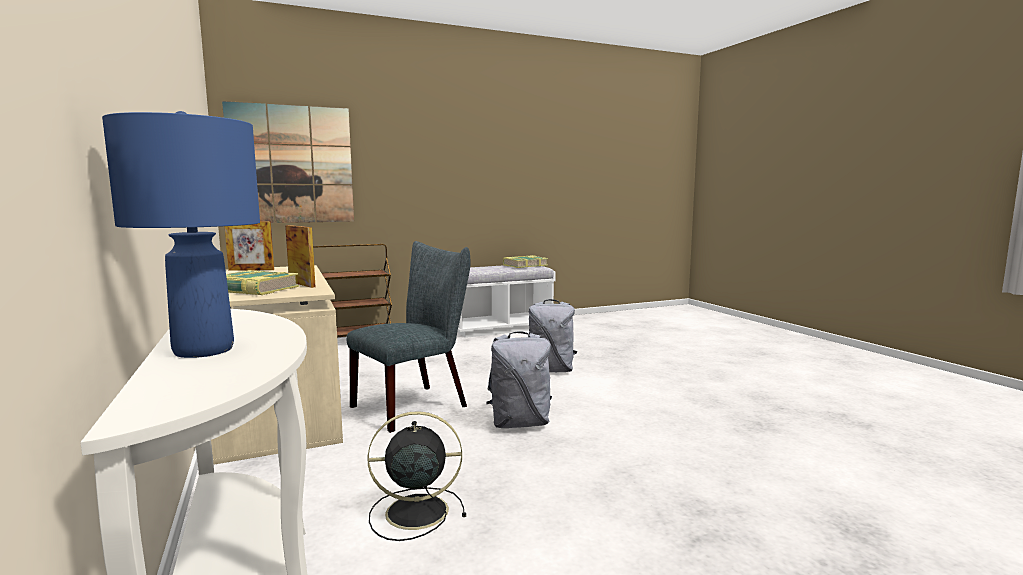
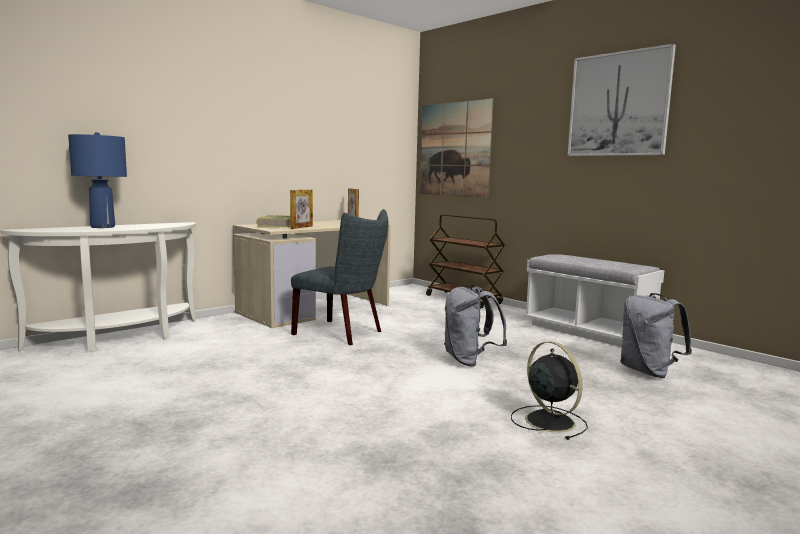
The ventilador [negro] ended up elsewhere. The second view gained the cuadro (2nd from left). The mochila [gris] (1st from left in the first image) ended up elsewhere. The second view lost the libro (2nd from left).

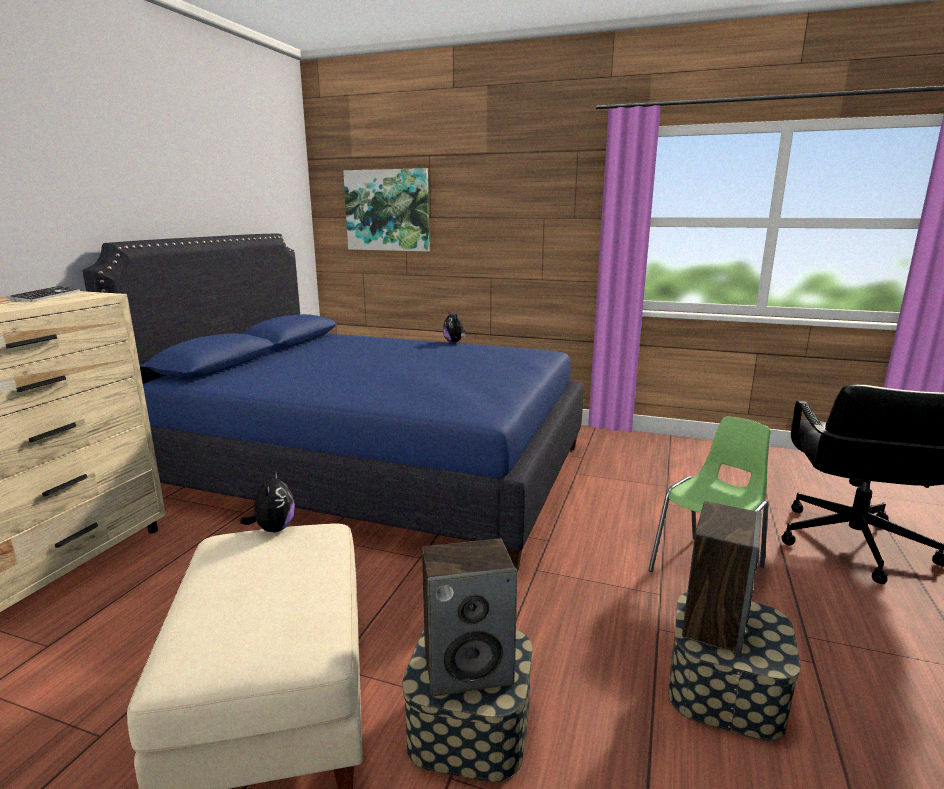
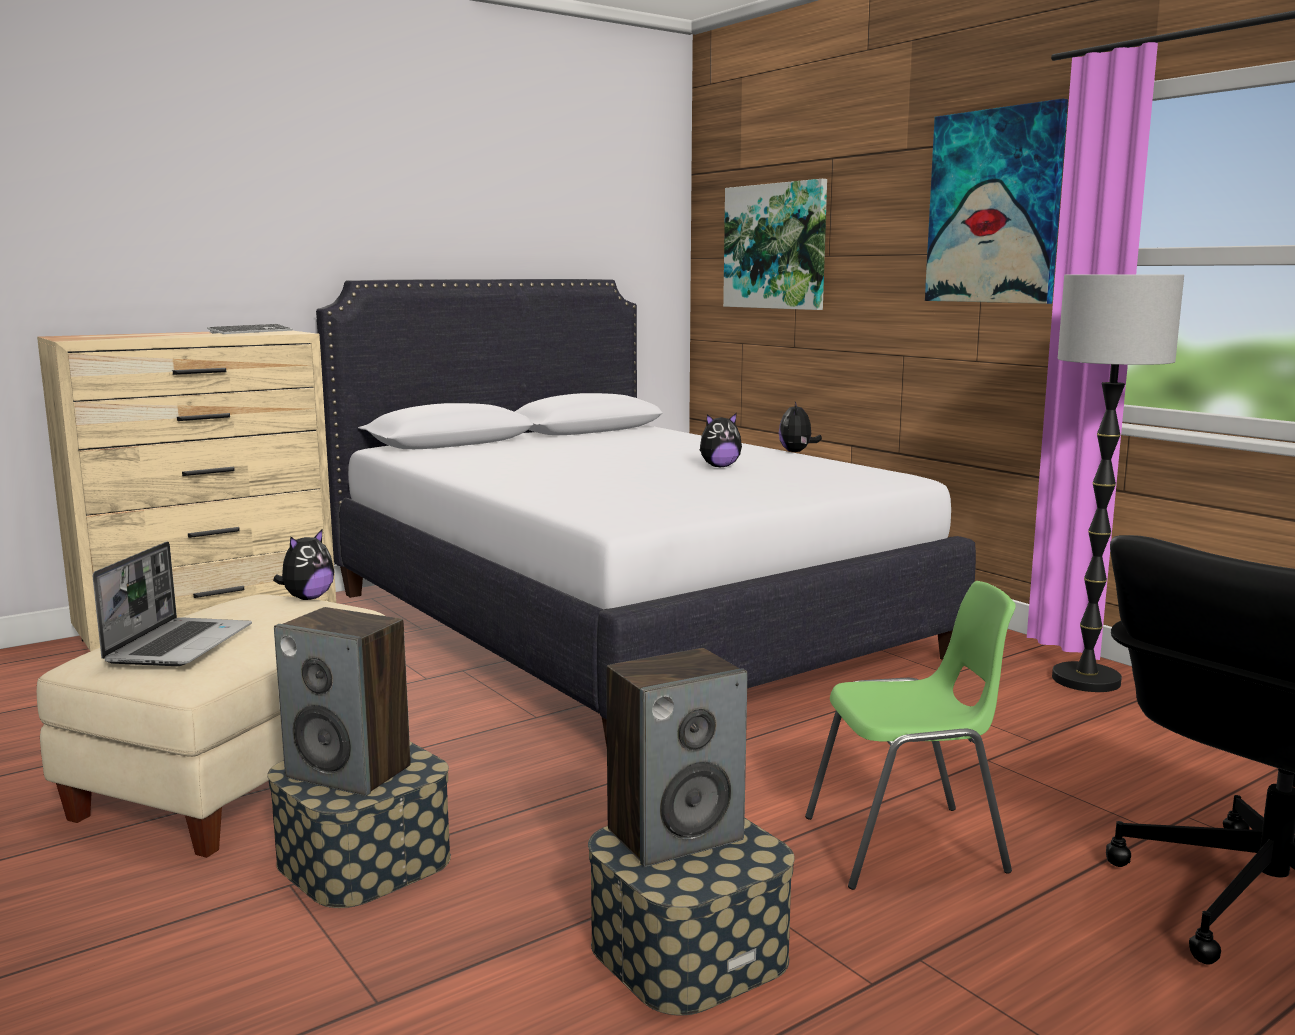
The second view gained the portátil. What was the cama [azul] turned into the cama [blanco]. The second view gained the peluche (2nd from left). The second view gained the cuadro (2nd from left). The second view gained the lámpara de pie.

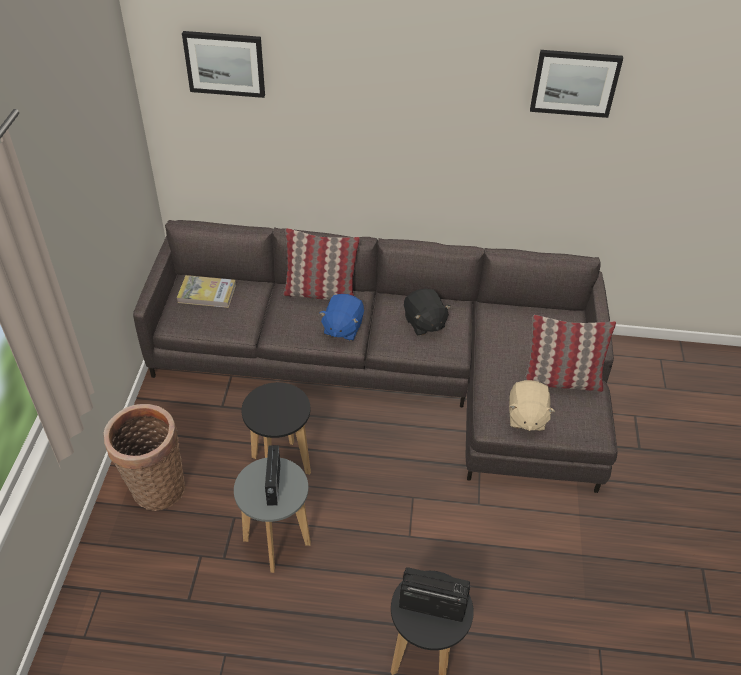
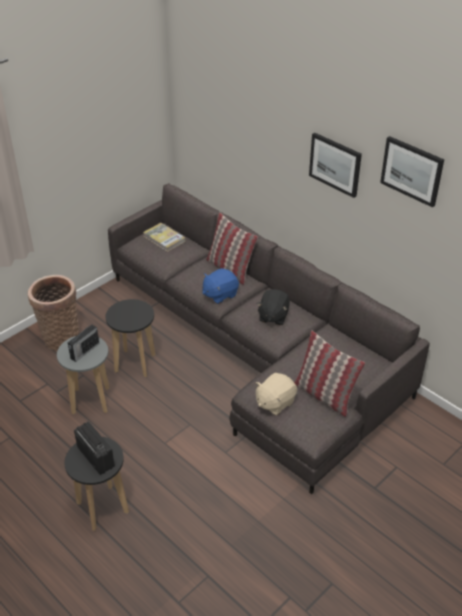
The cuadro (1st from left) ended up elsewhere.

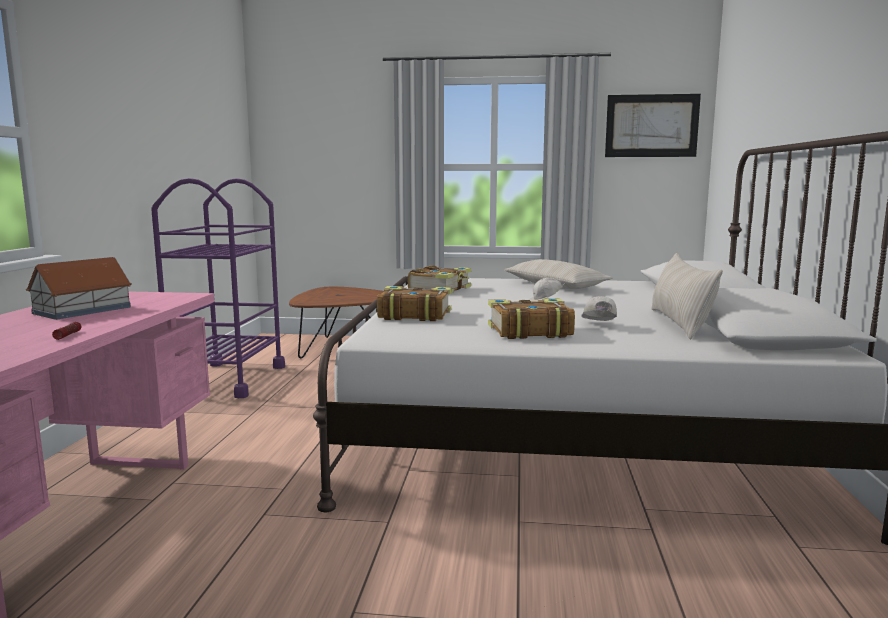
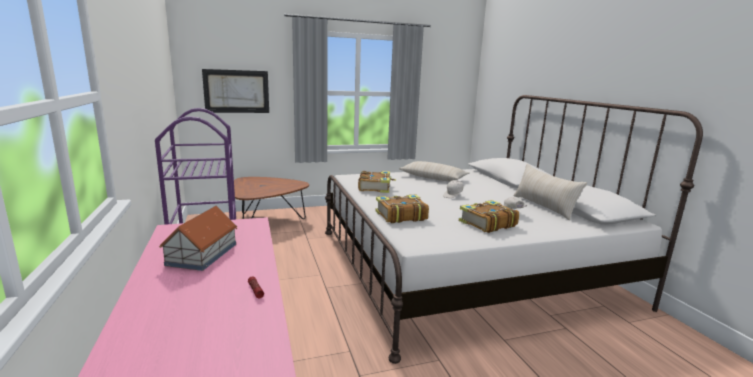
The cuadro ended up elsewhere.

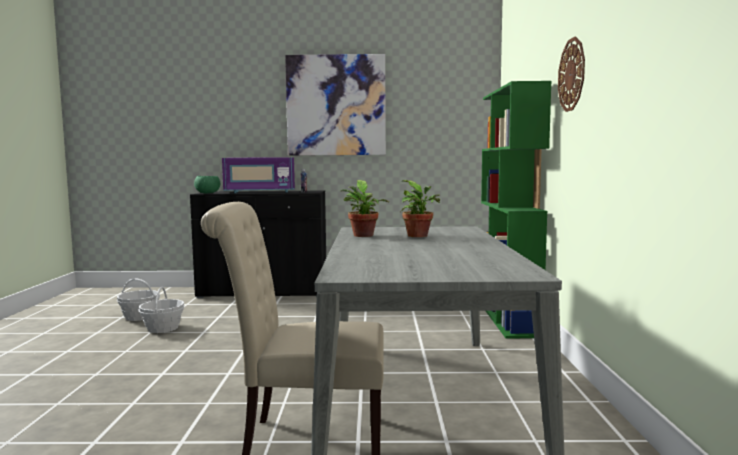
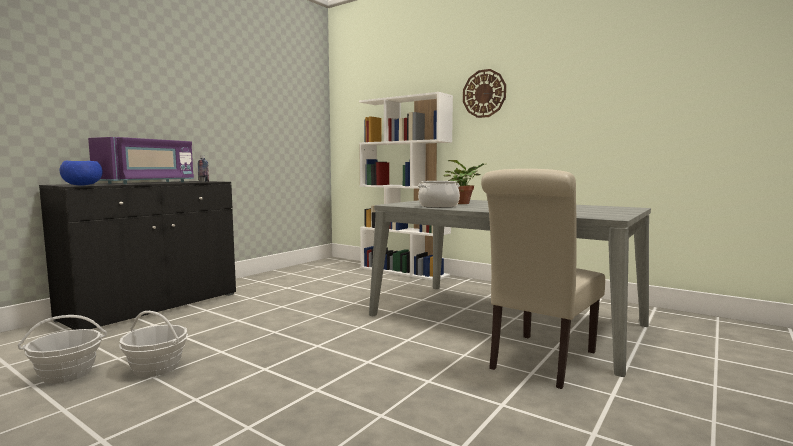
What was the cuenco [verde] turned into the cuenco [azul]. What was the estantería [verde] turned into the estantería [blanco]. Where the planta en maceta (1st from left) stood, the olla came to stand. The second view lost the cuadro.

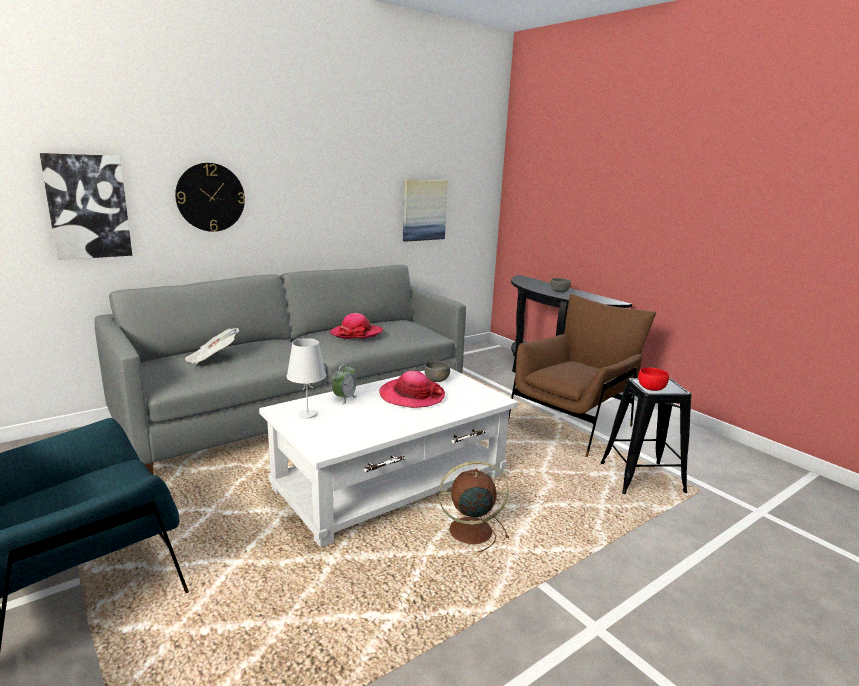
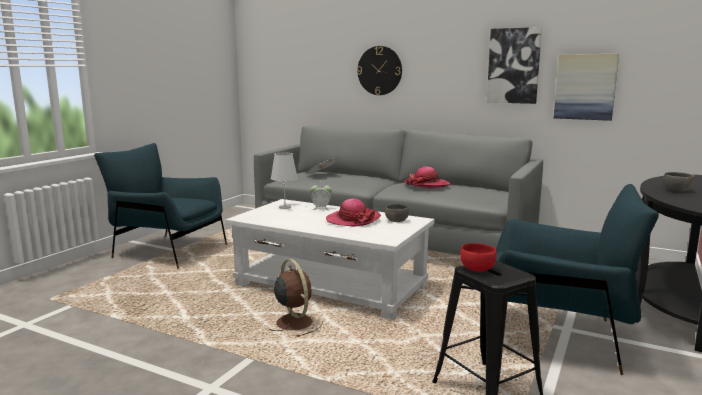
The cuadro (1st from left) ended up elsewhere. What was the sillón [marrón] turned into the sillón [azul] (2nd from left).

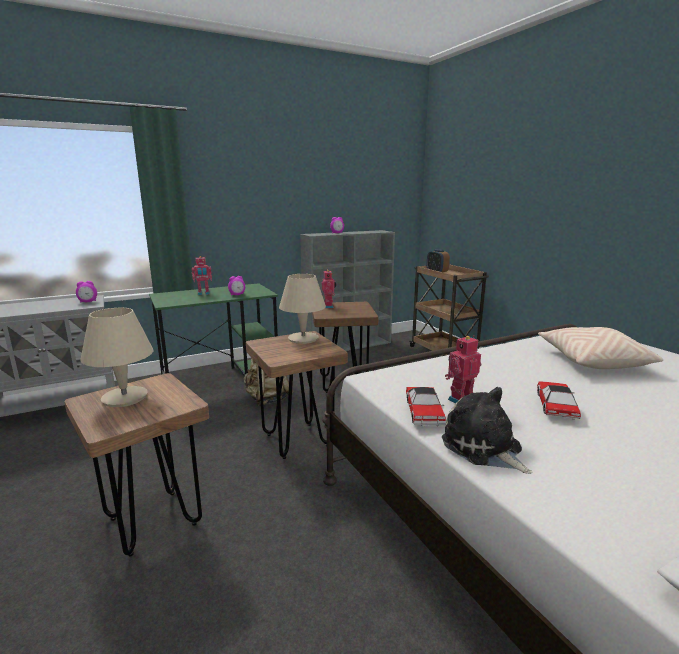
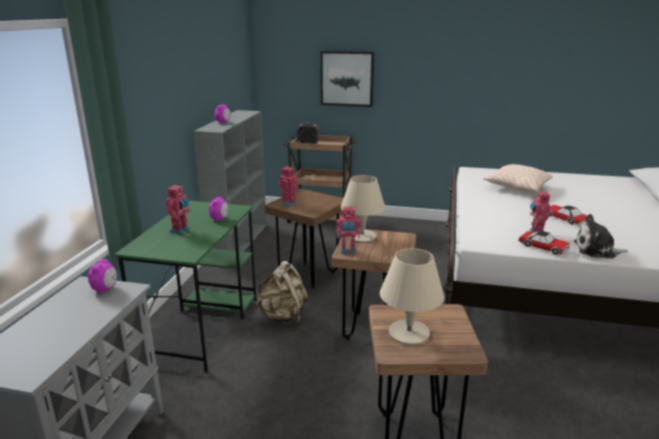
The second view gained the cuadro. The second view gained the robot de juguete (3rd from left).

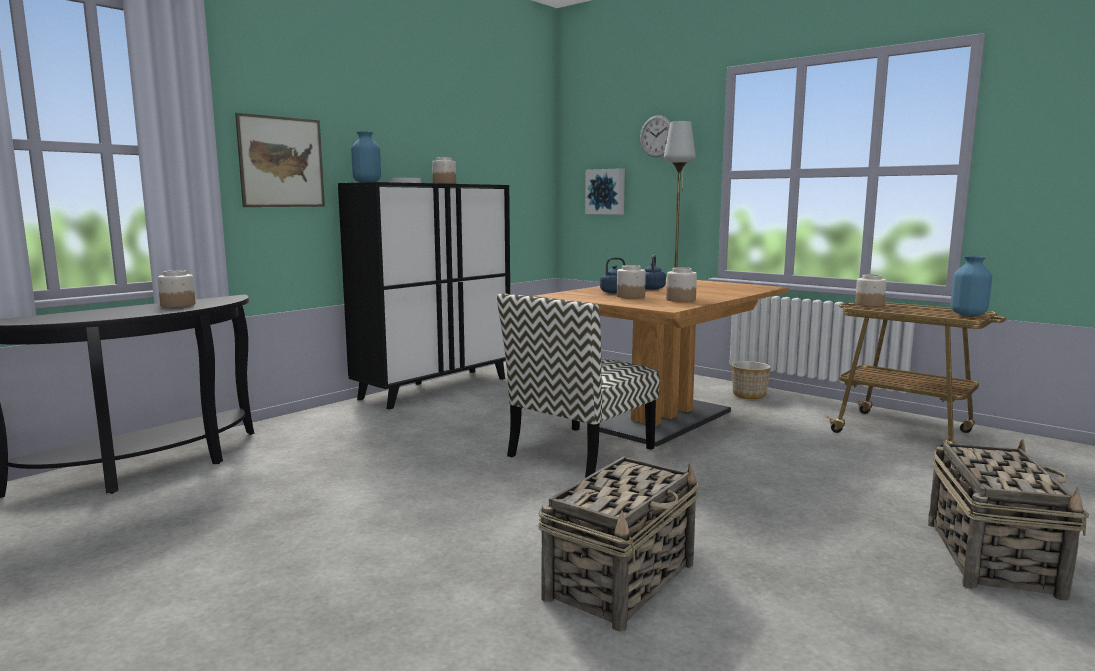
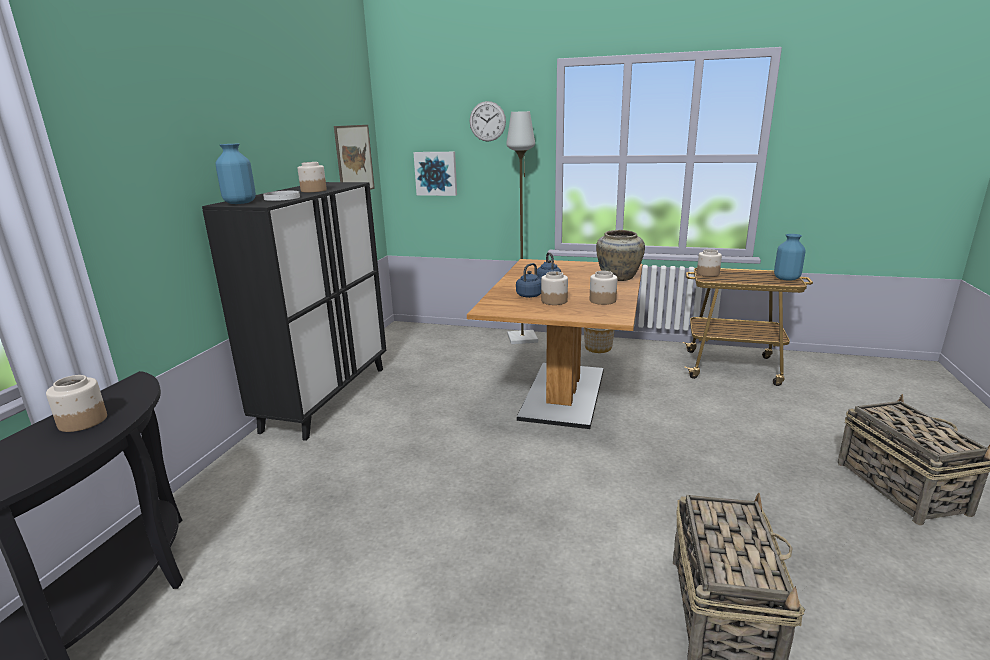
The cuadro (1st from left) ended up elsewhere. The second view gained the florero [beis]. The second view lost the silla.

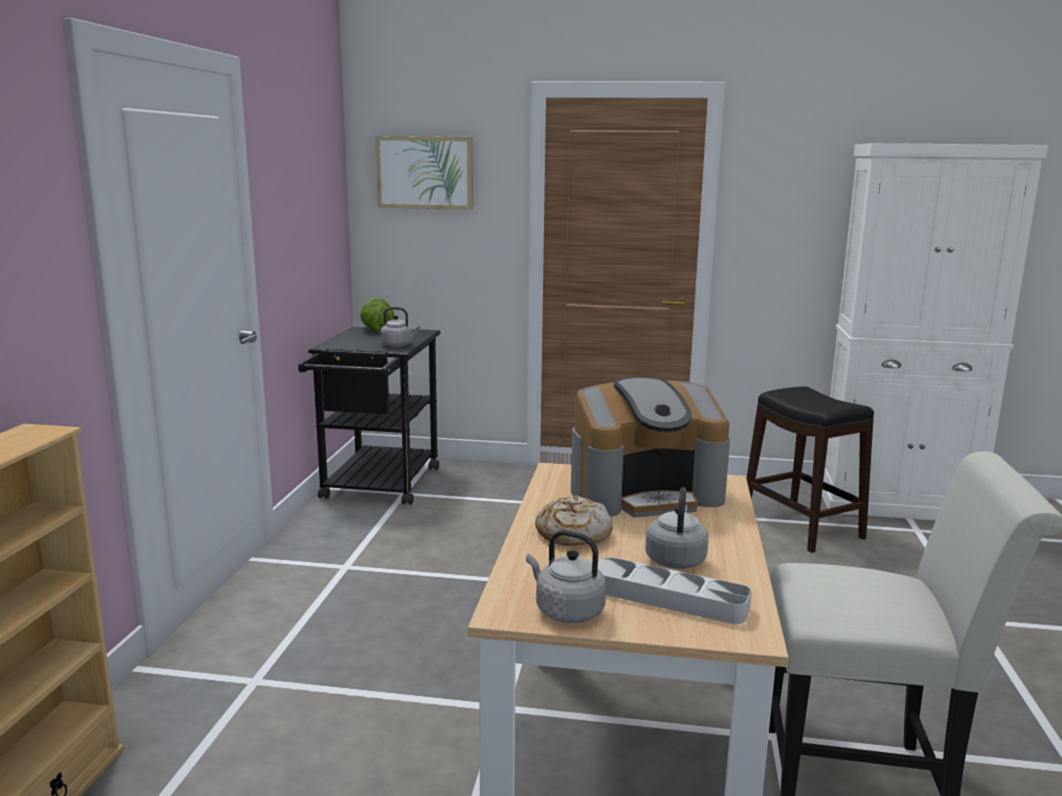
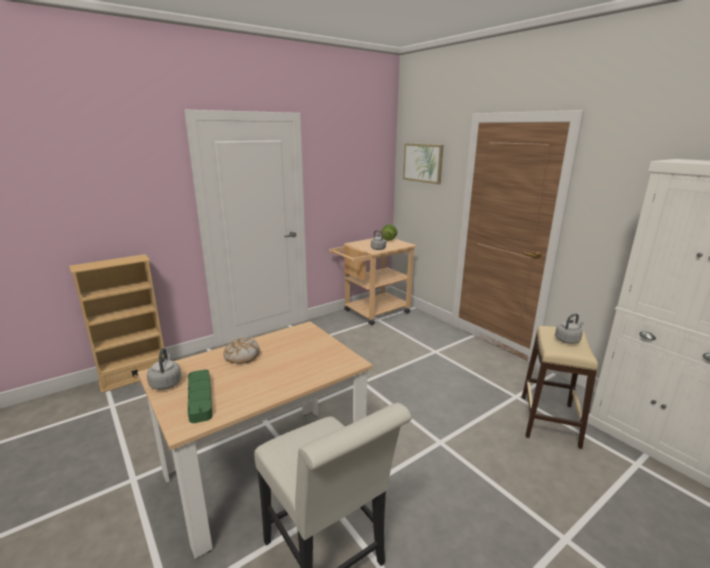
What was the bandeja [gris] turned into the bandeja [verde]. What was the carrito [negro] turned into the carrito [beis]. What was the taburete [negro] turned into the taburete [beis]. The hervidor [gris] (3rd from left) ended up elsewhere. The second view lost the cafetera.

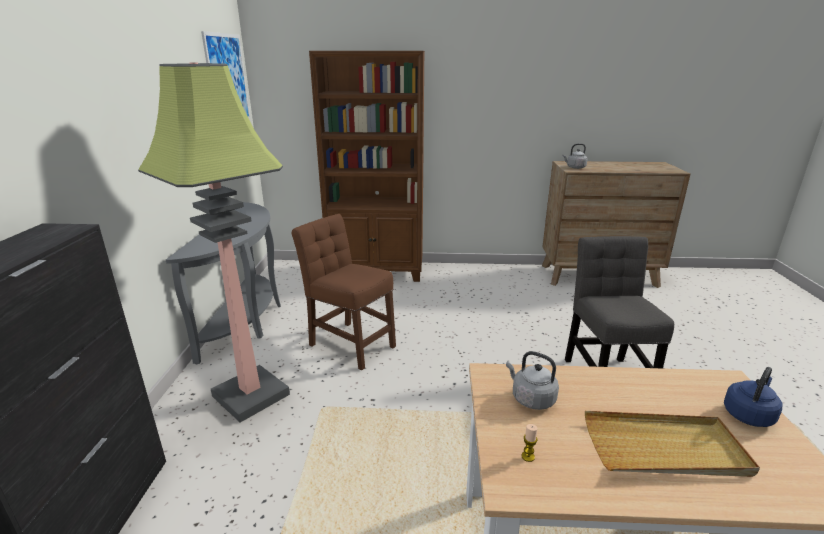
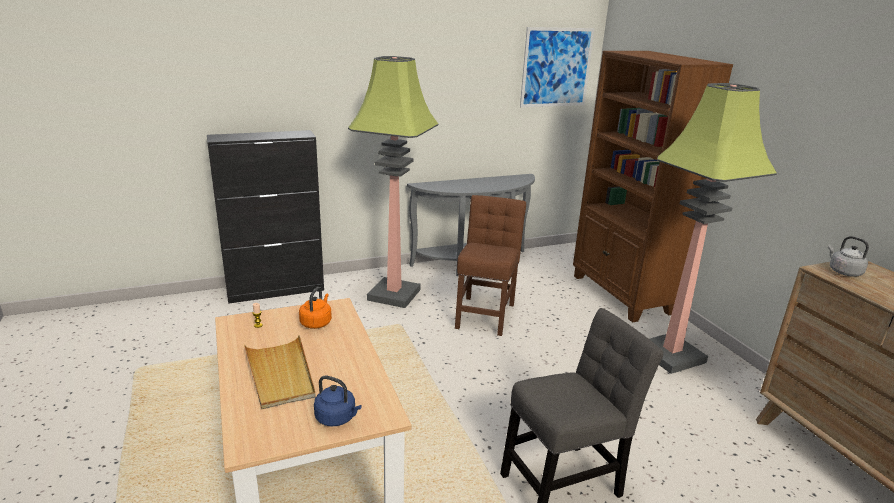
What was the hervidor [gris] (1st from left) turned into the hervidor [naranja]. The second view gained the lámpara de pie (2nd from left).

